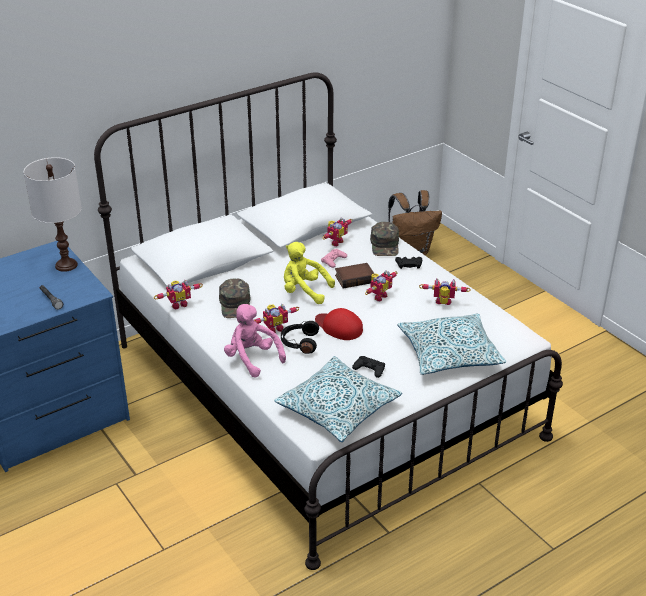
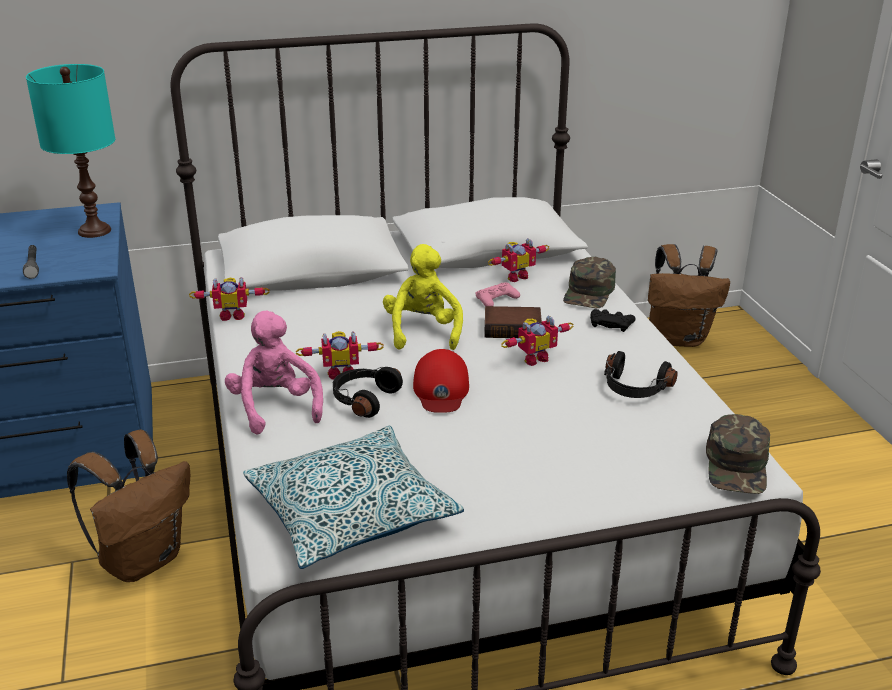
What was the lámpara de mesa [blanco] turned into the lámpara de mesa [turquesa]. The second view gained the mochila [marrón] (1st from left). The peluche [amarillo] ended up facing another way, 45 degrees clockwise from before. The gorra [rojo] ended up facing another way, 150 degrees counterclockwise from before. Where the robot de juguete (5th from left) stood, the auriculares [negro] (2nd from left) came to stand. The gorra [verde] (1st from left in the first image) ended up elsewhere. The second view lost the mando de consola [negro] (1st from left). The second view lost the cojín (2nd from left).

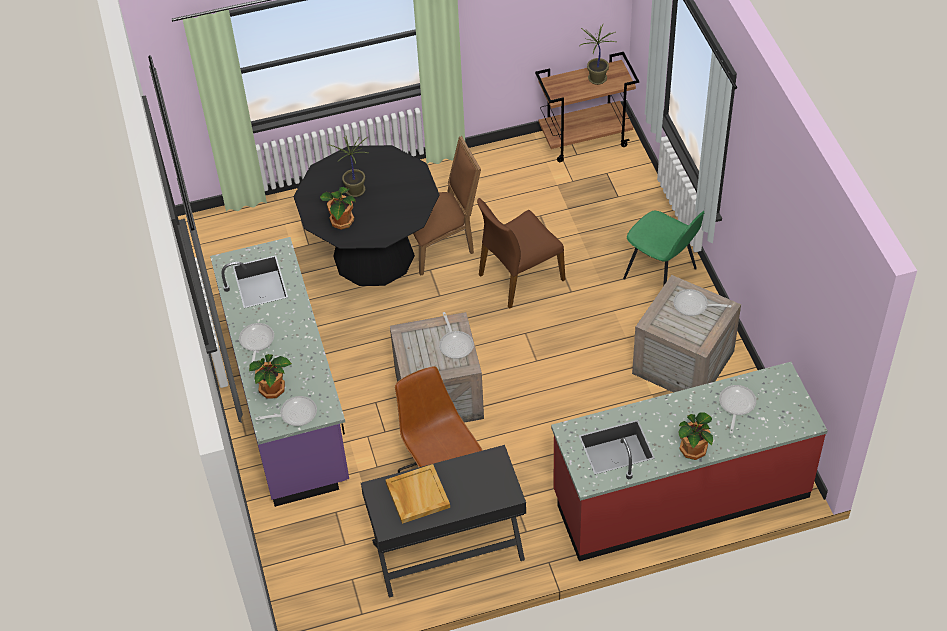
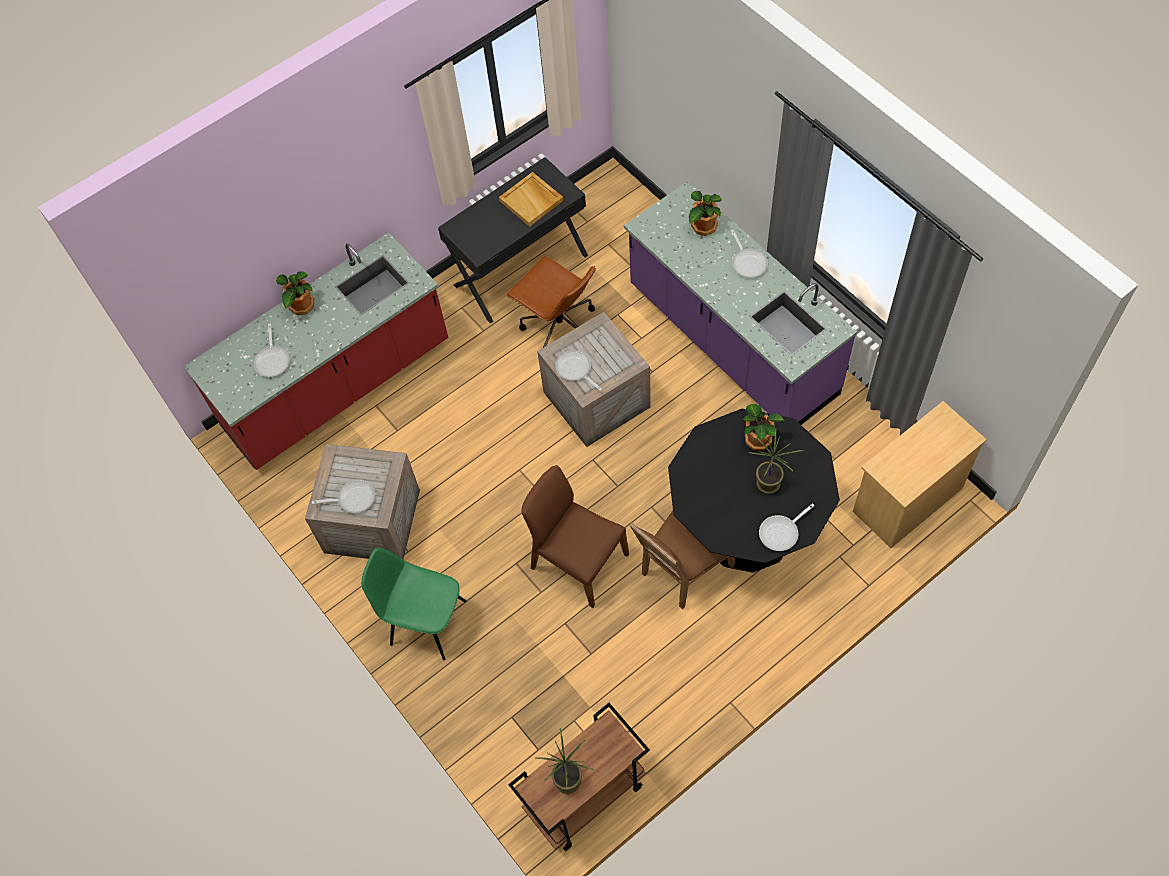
The silla [marrón] (2nd from left in the first image) ended up facing another way, 90 degrees counterclockwise from before. The sartén (2nd from left in the first image) ended up elsewhere. The second view gained the cómoda [beis].

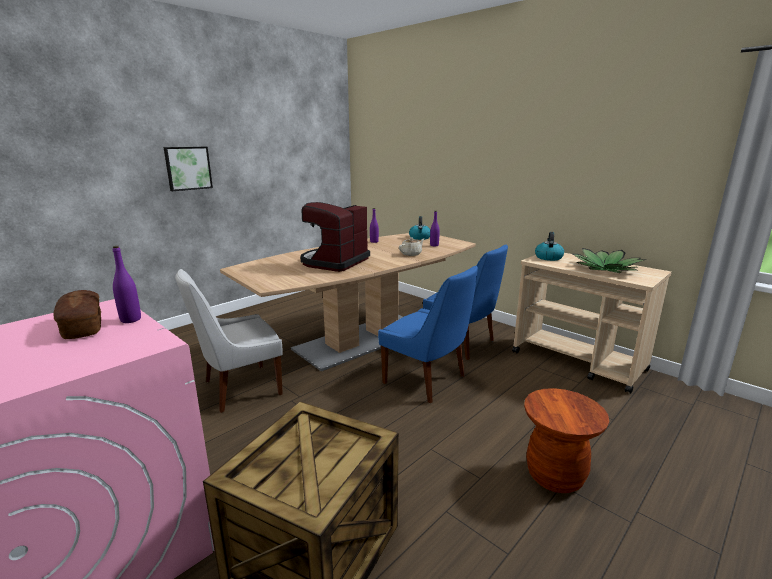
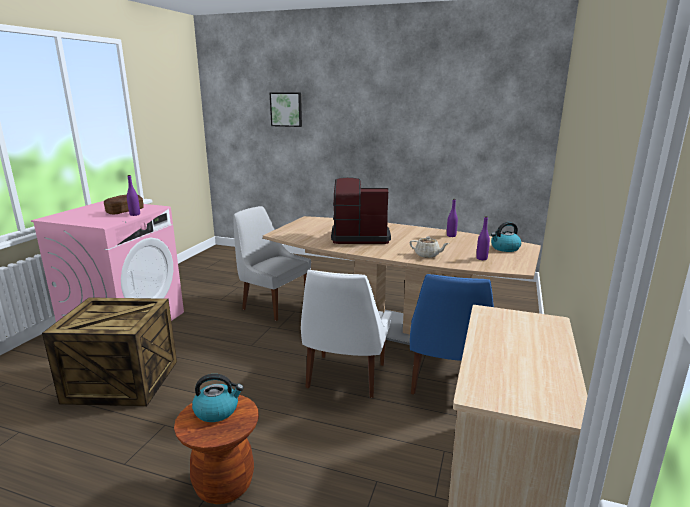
The hervidor (2nd from left in the first image) ended up elsewhere. The cuadro ended up elsewhere. What was the silla [azul] (1st from left) turned into the silla [blanco] (2nd from left). The second view lost the planta en maceta.

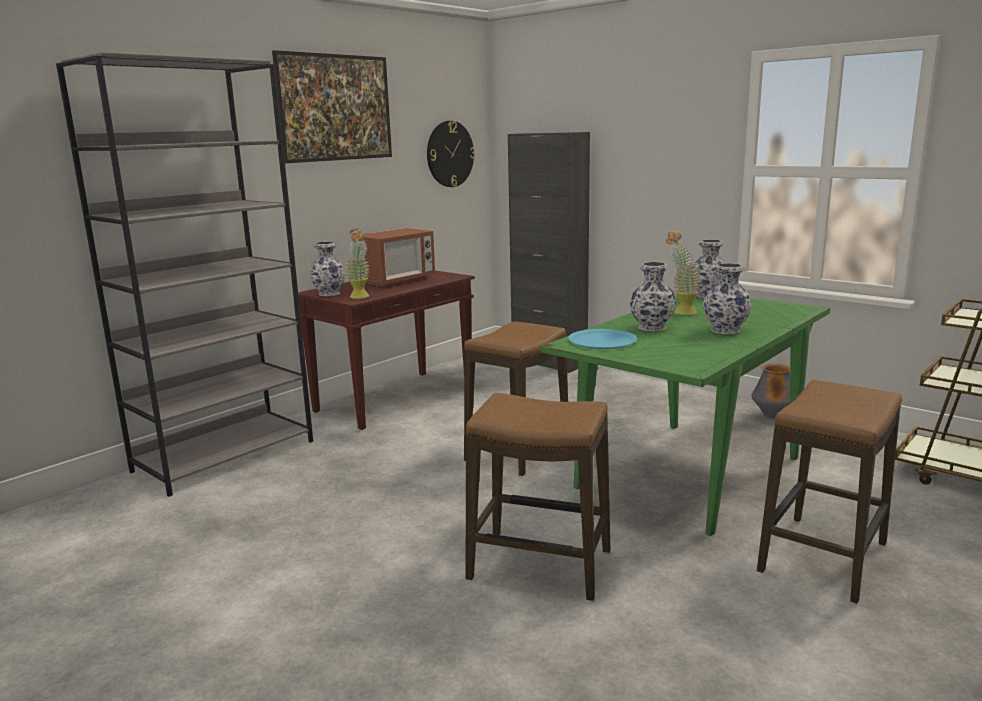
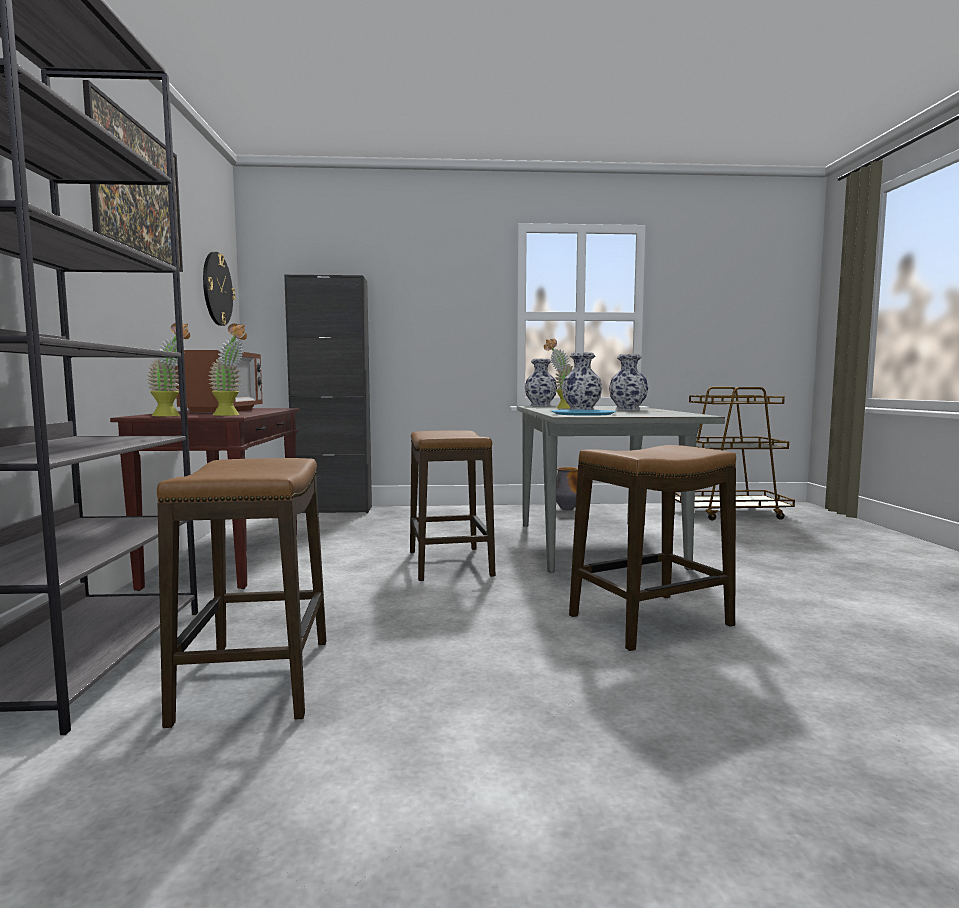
Where the florero (1st from left) stood, the planta en maceta (1st from left) came to stand. The taburete (3rd from left in the first image) ended up elsewhere. What was the mesa de comedor [verde] turned into the mesa de comedor [gris].

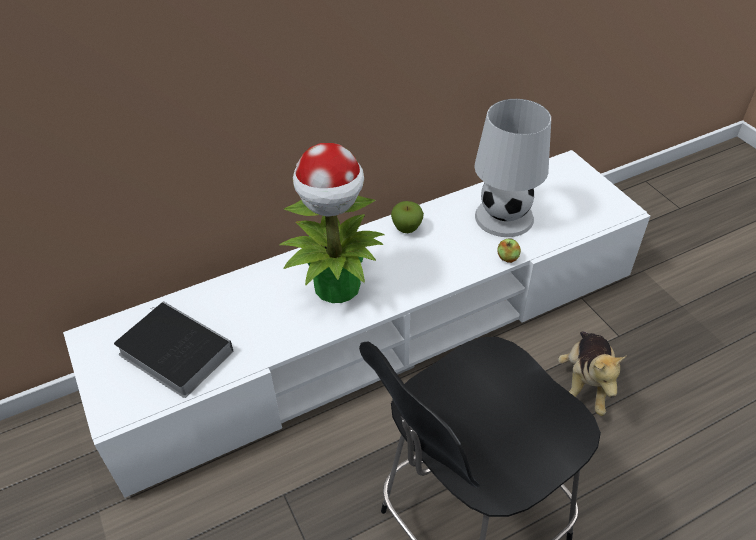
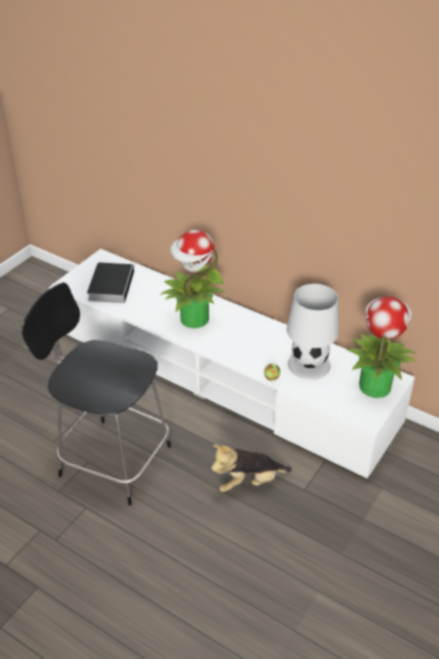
The second view gained the planta en maceta (2nd from left). The second view lost the manzana (1st from left).

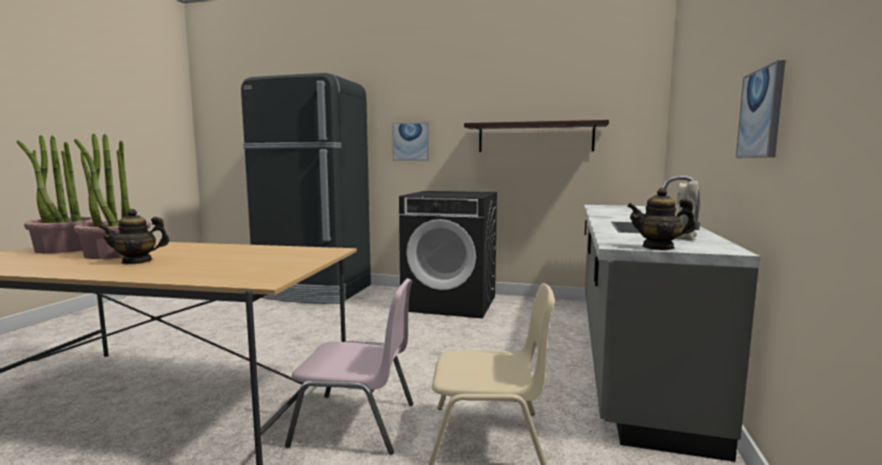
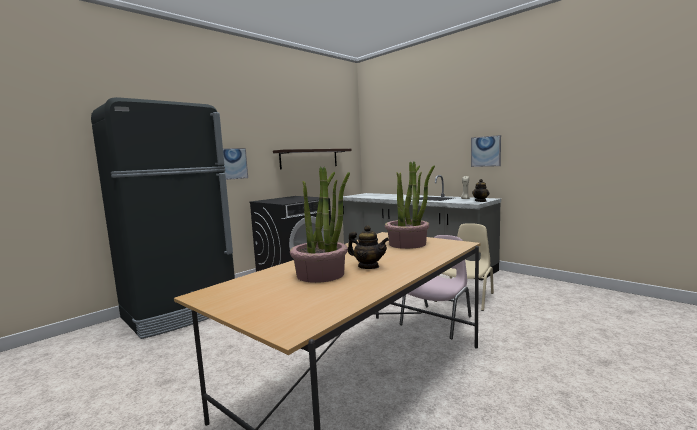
The tetera (1st from left) ended up facing another way, 60 degrees counterclockwise from before. The planta en maceta (1st from left in the first image) ended up elsewhere.

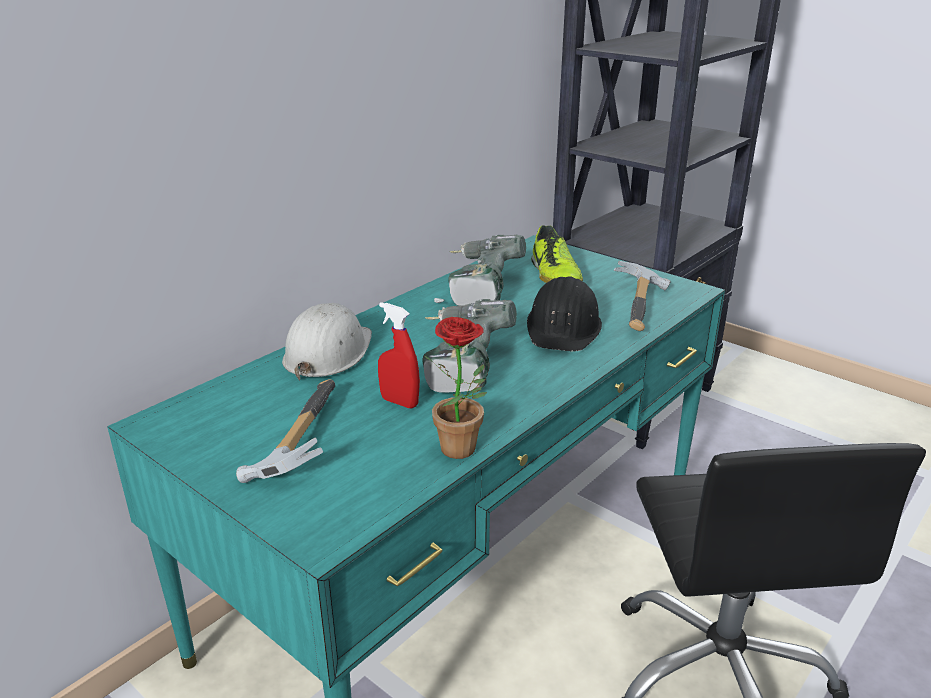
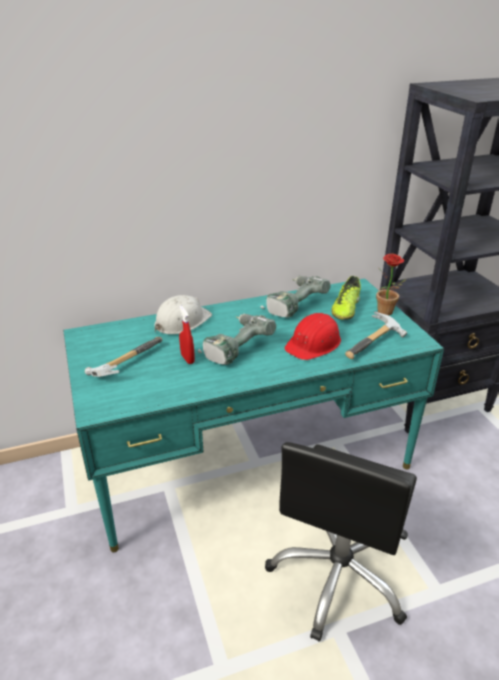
What was the casco [negro] turned into the casco [rojo]. The planta en maceta ended up elsewhere.

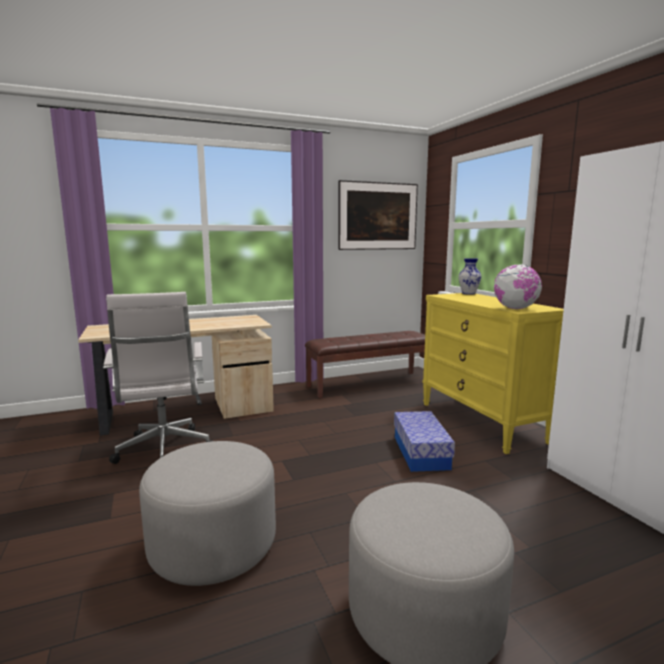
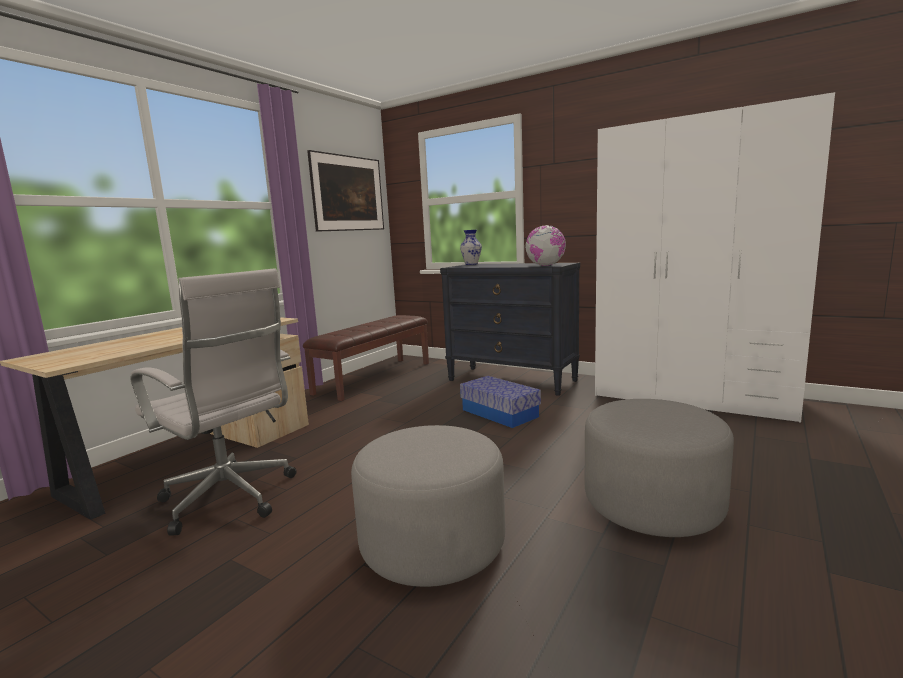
What was the cómoda [amarillo] turned into the cómoda [negro].

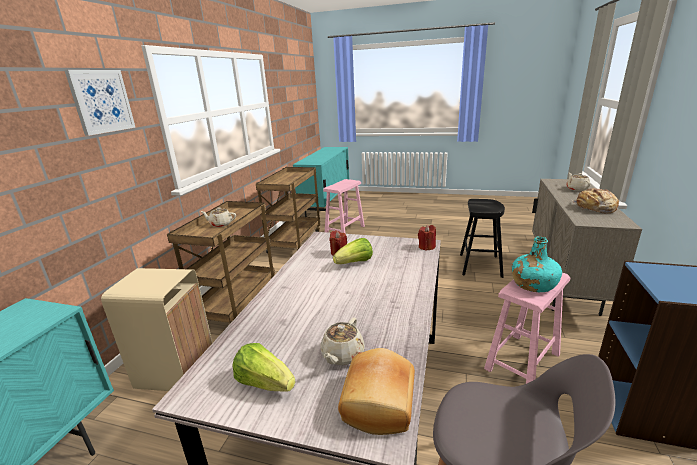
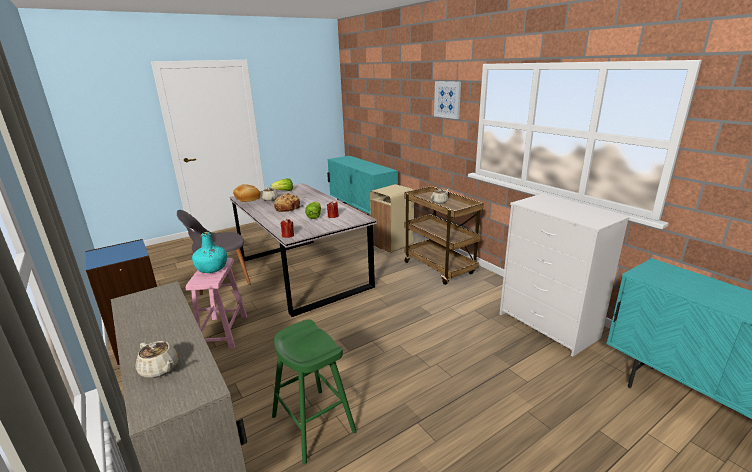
What was the taburete [negro] turned into the taburete [verde]. The pan (2nd from left) ended up elsewhere. Where the carrito [marrón] (2nd from left) stood, the cómoda [blanco] came to stand. The second view lost the taburete [rosa] (1st from left).

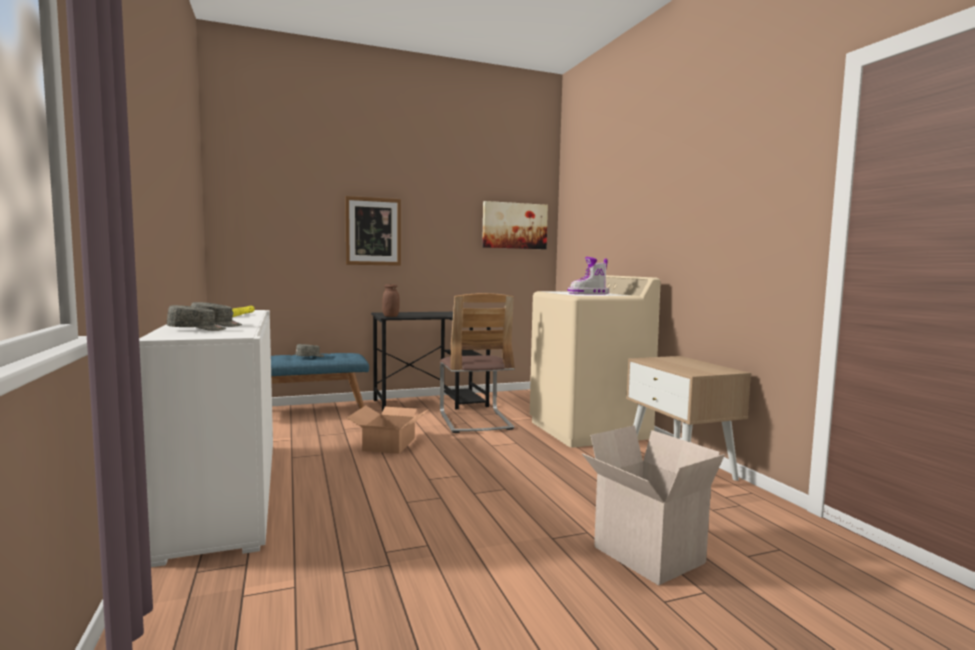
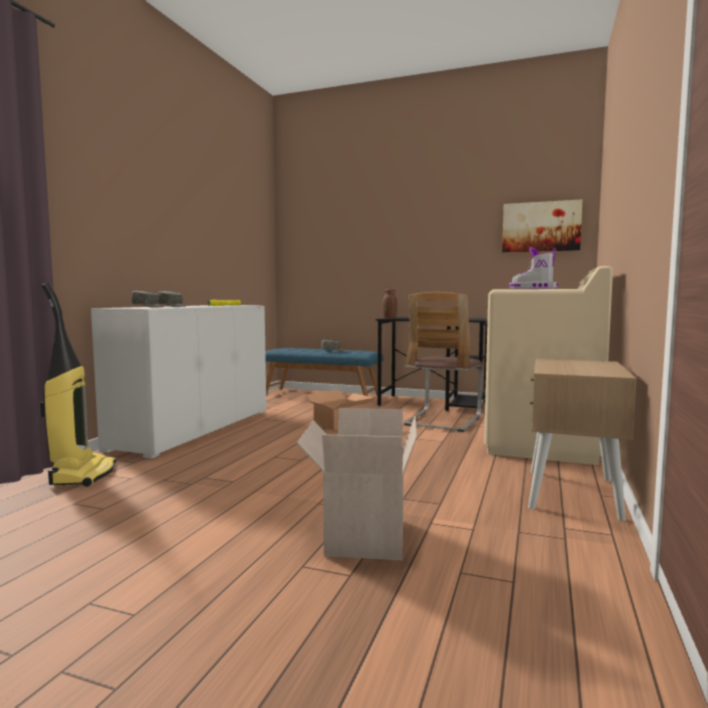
The second view gained the aspiradora. The second view lost the cuadro (1st from left).

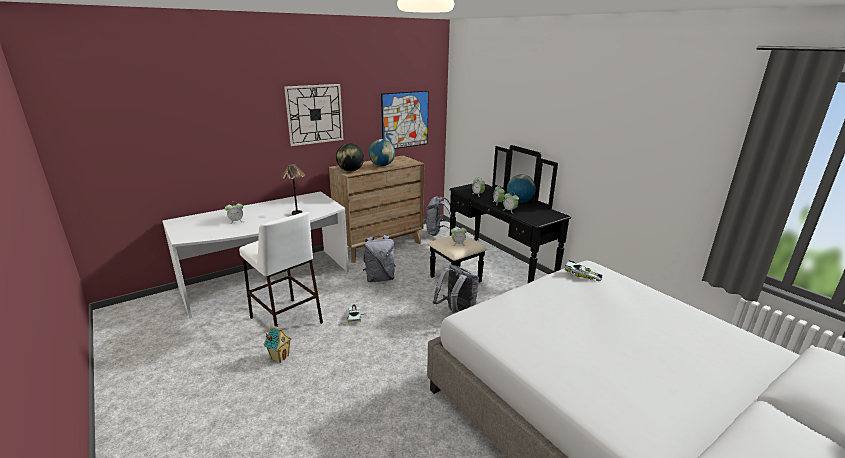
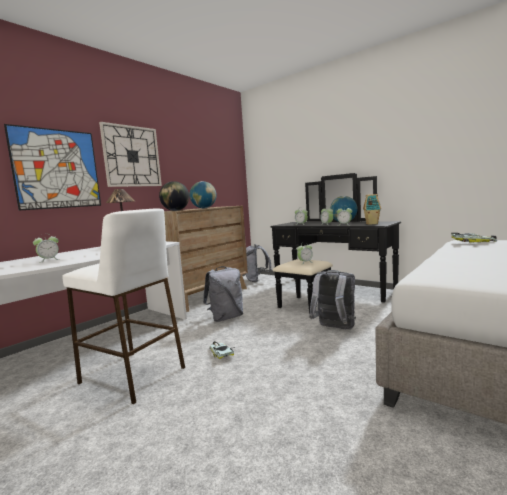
The cuadro ended up elsewhere. The casita ended up elsewhere.

